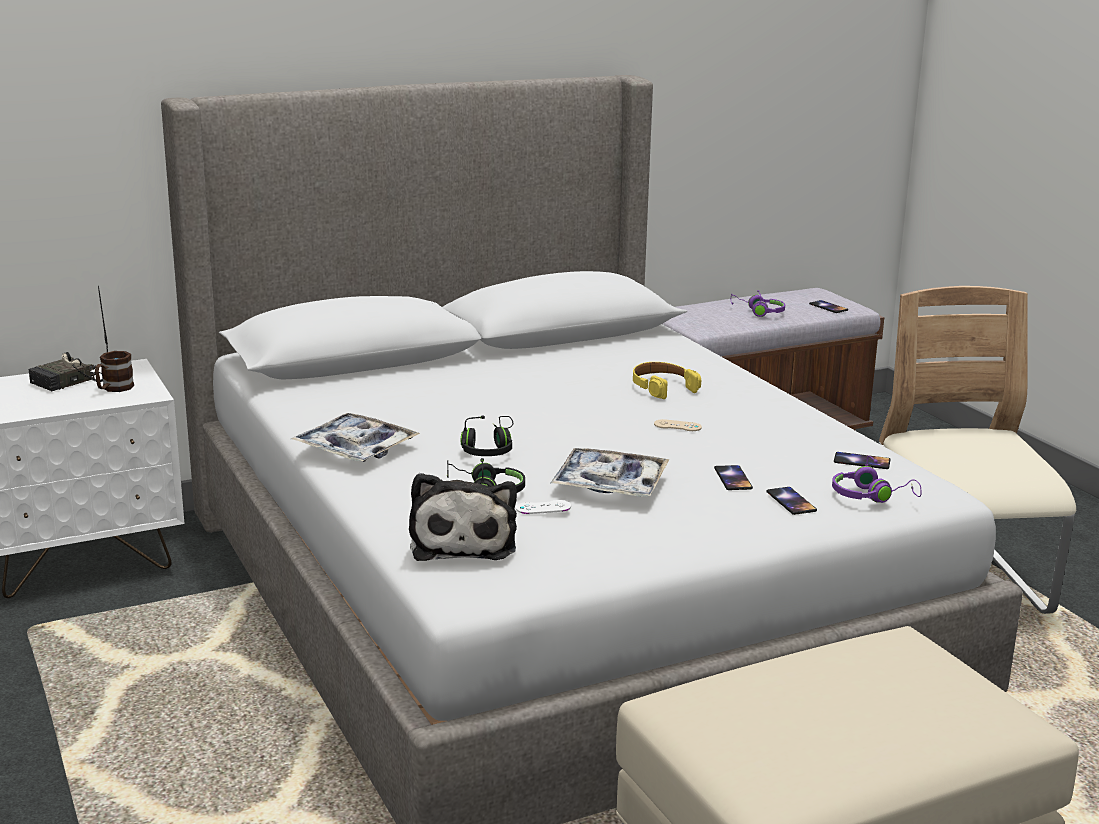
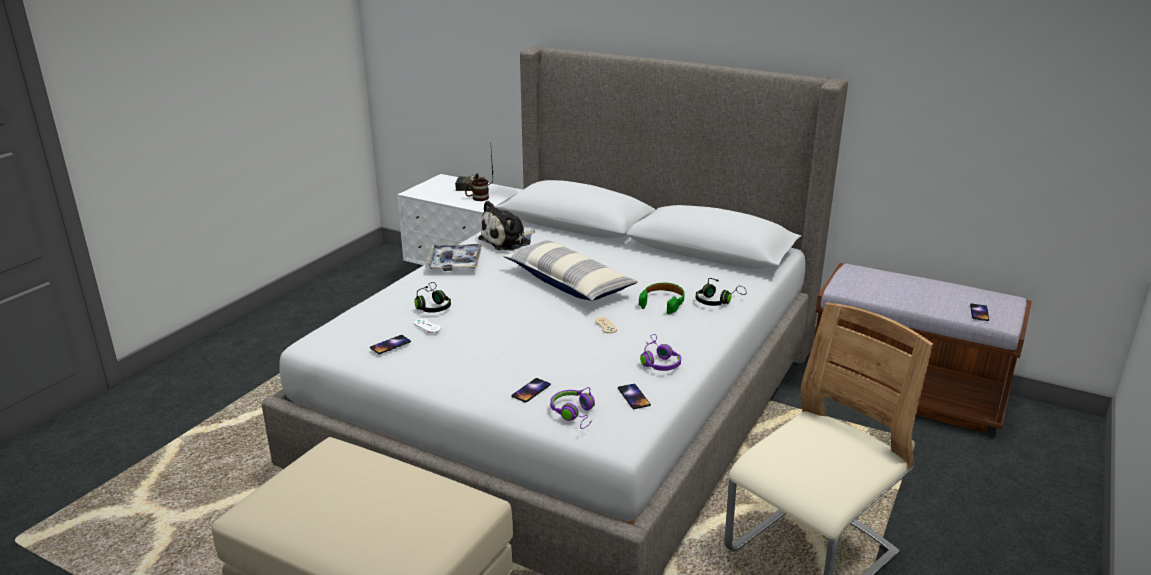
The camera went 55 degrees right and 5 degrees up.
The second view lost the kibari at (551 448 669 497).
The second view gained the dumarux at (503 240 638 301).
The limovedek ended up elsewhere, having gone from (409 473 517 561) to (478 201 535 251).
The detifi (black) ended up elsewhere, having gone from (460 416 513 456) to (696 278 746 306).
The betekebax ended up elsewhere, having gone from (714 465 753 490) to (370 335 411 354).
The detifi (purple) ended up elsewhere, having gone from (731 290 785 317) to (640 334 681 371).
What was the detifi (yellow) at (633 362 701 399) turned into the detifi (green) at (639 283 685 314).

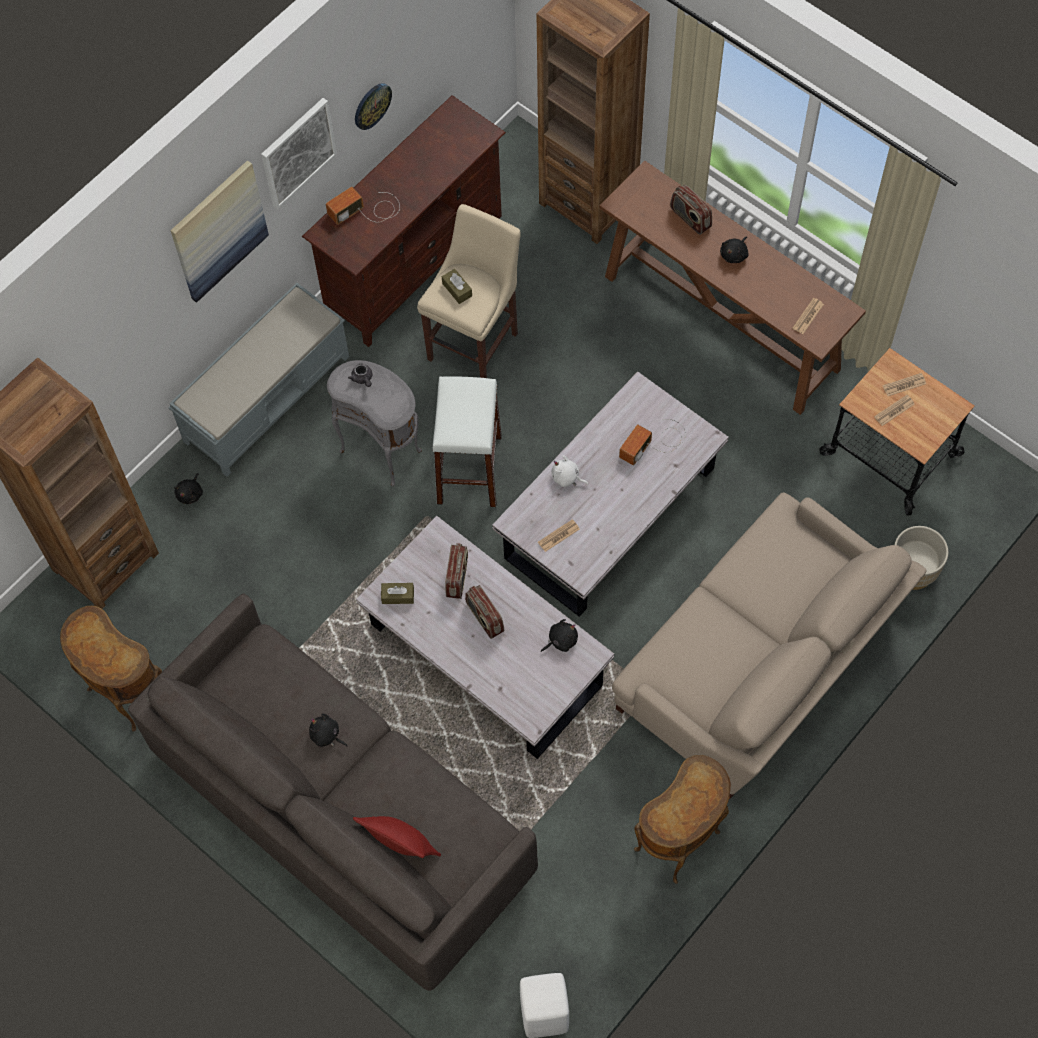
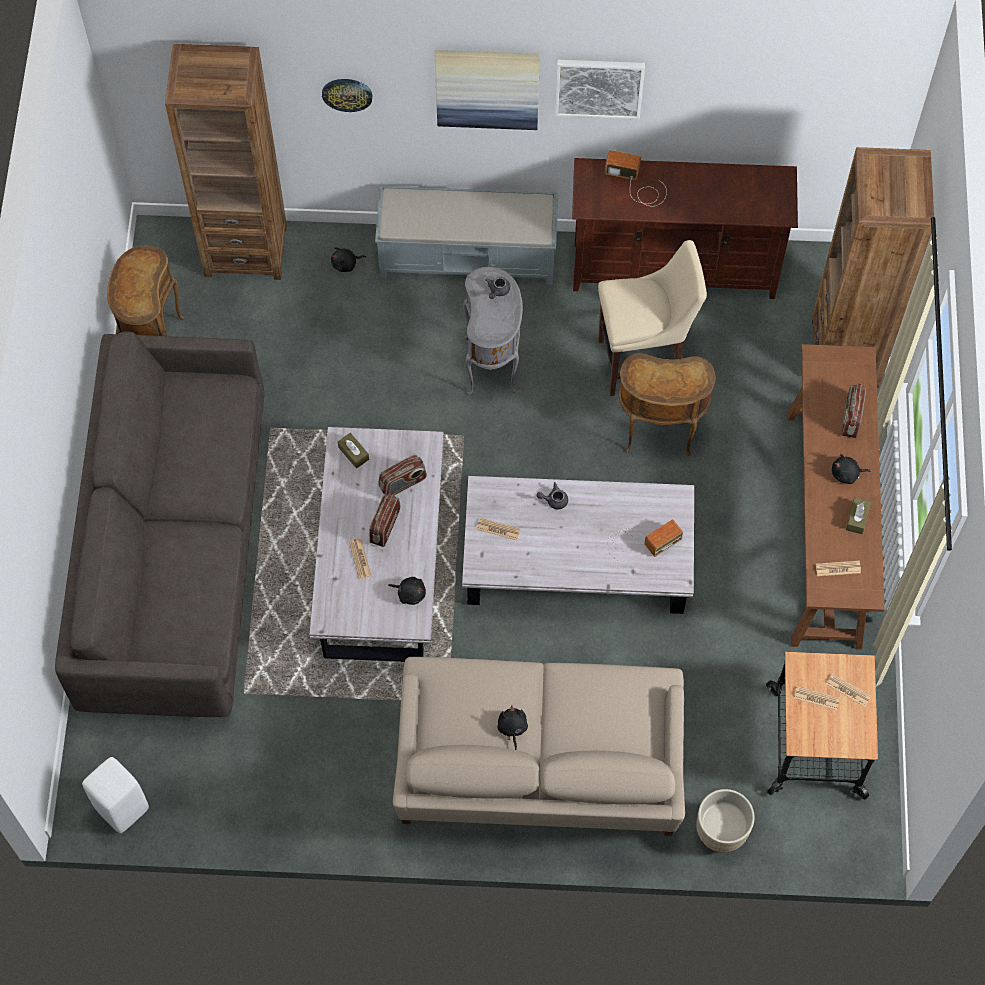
The camera went 50 degrees right and 0 degrees up.
The second view lost the dumarux (red) at (353 816 441 858).
The second view lost the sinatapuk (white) at (432 376 502 507).
The second view gained the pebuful at (349 539 371 579).
The limovedek (black) ended up elsewhere, having gone from (309 714 347 747) to (497 705 528 750).
The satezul ended up elsewhere, having gone from (355 83 392 130) to (322 79 372 112).
The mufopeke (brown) ended up elsewhere, having gone from (442 269 472 304) to (846 497 871 534).
The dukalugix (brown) ended up elsewhere, having gone from (634 755 731 884) to (618 353 716 456).
Where the limovedek (white) stood at (552 455 589 487), the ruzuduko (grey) came to stand at (536 482 568 510).
The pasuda at (619 419 686 466) ended up facing another way, 150 degrees clockwise from before.

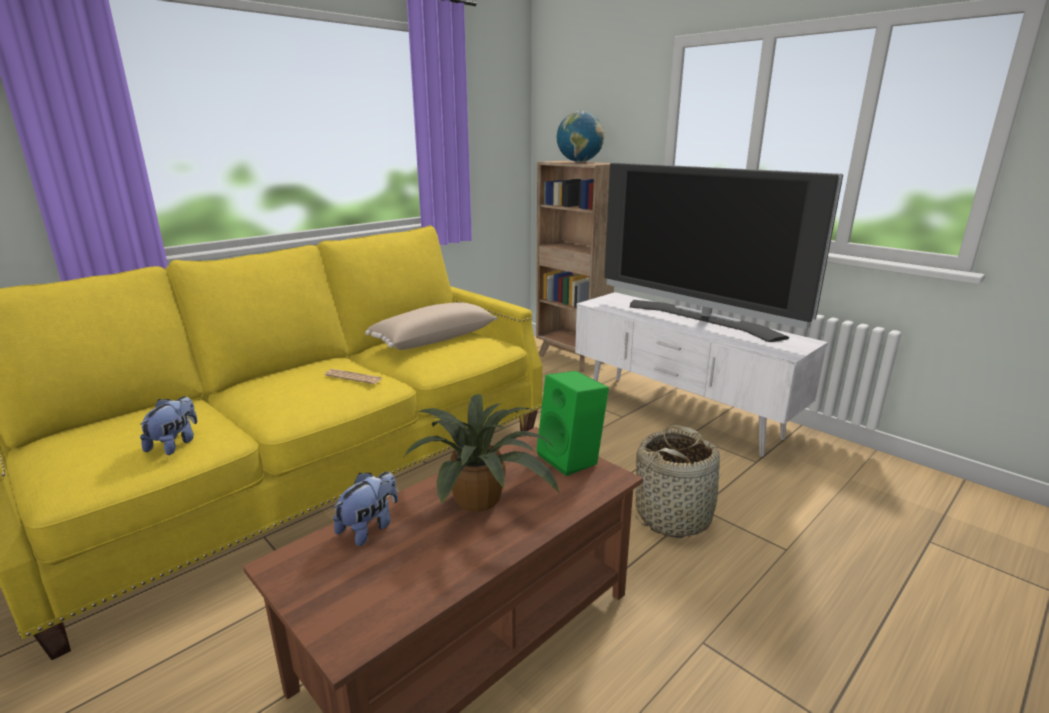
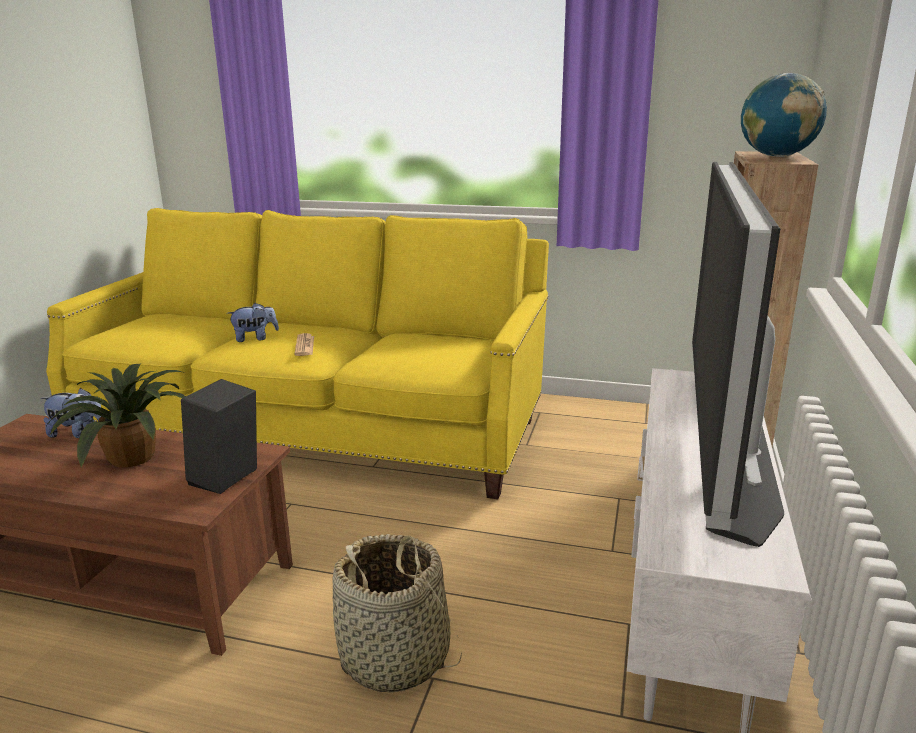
The camera went 60 degrees right and 0 degrees up.
The second view lost the dumarux (beige) at (365 302 497 350).
The limovedek ended up elsewhere, having gone from (140 396 198 455) to (227 303 279 342).
What was the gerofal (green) at (537 371 609 476) turned into the gerofal (black) at (181 379 257 494).

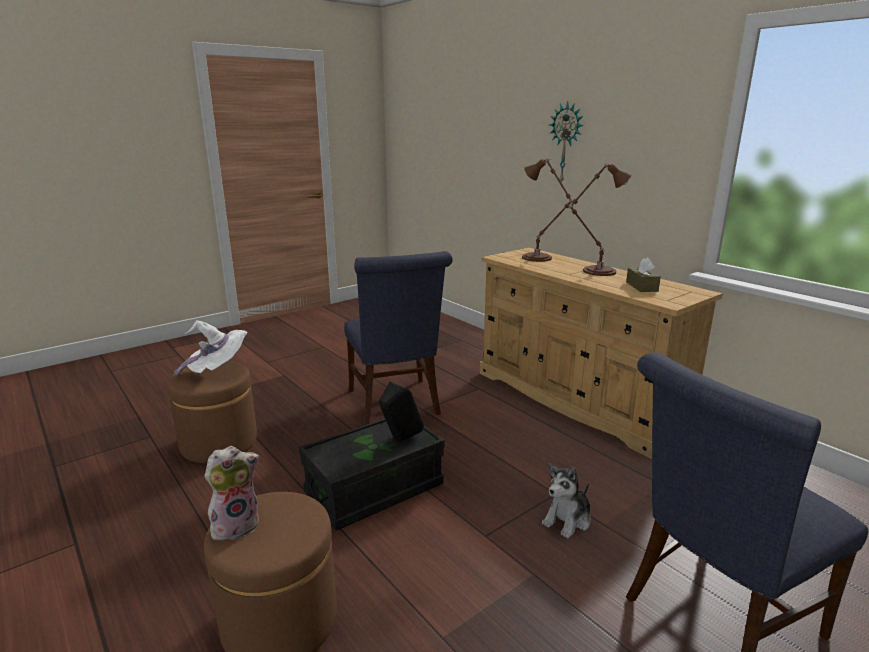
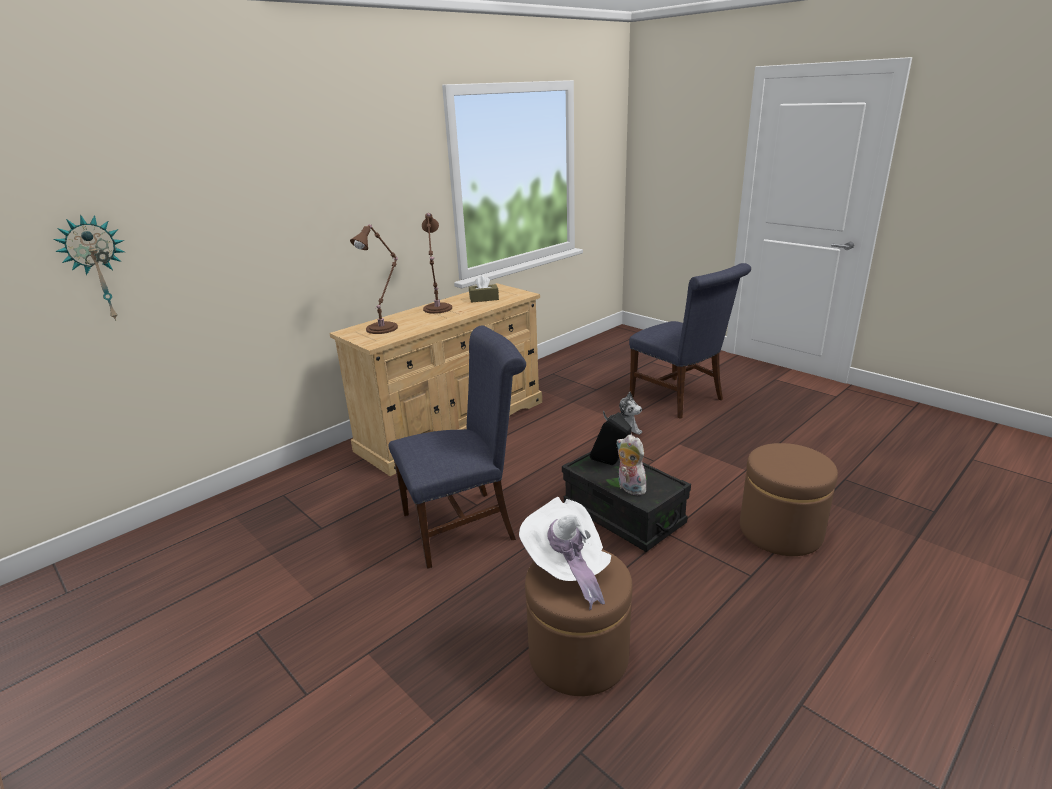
The camera went 95 degrees left and 5 degrees up.
The limovedek ended up elsewhere, having gone from (204 446 260 541) to (617 435 646 495).
The satezul ended up elsewhere, having gone from (549 102 584 183) to (53 214 124 321).

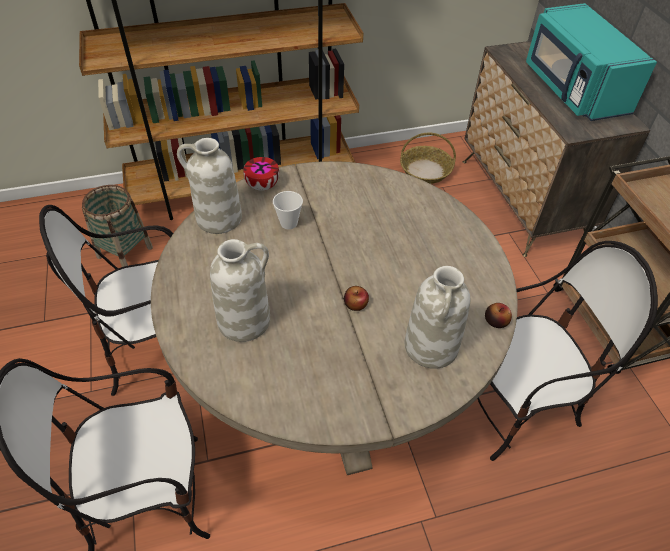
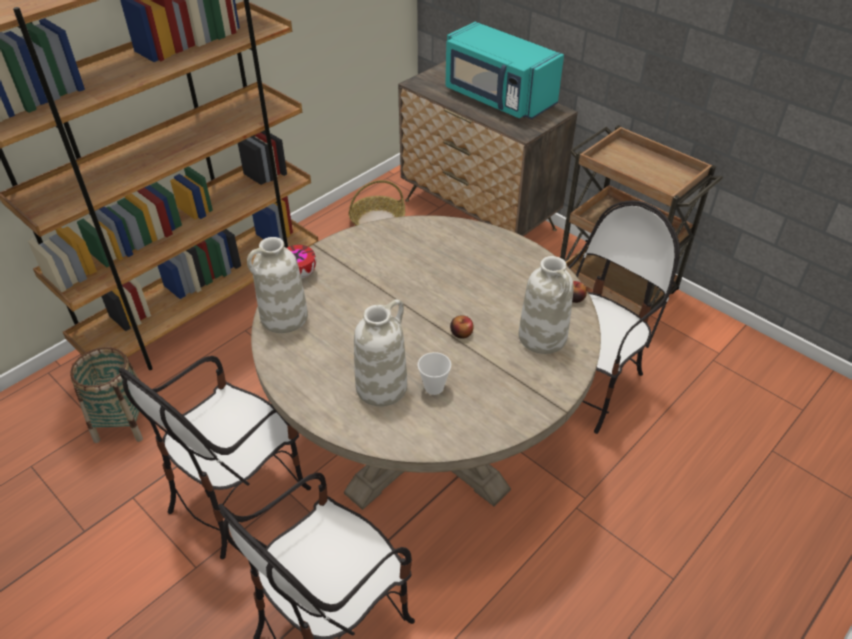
The camera went 30 degrees left and 5 degrees down.
The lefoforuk ended up elsewhere, having gone from (273 191 303 229) to (418 352 451 395).

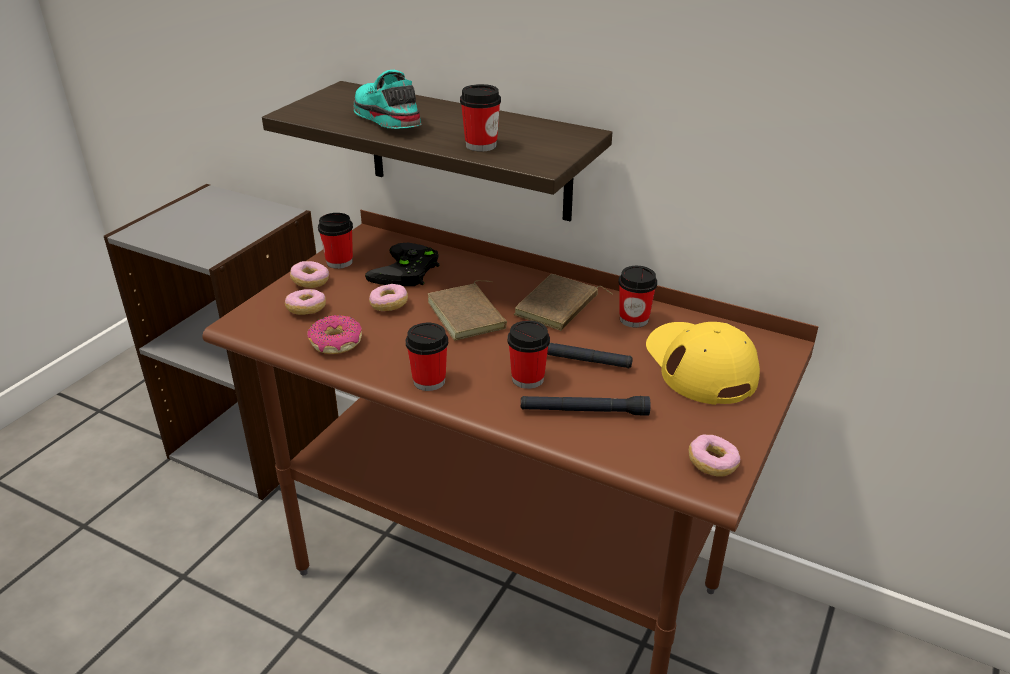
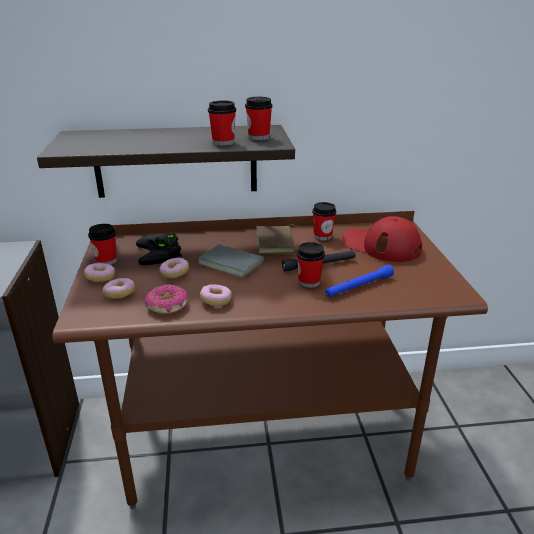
The camera went 35 degrees left and 5 degrees down.
The second view lost the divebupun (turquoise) at (353 70 422 129).
The lefoforuk ended up elsewhere, having gone from (405 323 448 391) to (245 97 272 140).
The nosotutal ended up elsewhere, having gone from (689 434 740 477) to (200 284 232 306).
What was the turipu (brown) at (428 280 507 341) turned into the turipu (grey) at (198 240 264 278).
What was the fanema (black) at (521 396 650 416) turned into the fanema (blue) at (325 265 394 297).
What was the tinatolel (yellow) at (646 322 760 405) turned into the tinatolel (red) at (343 216 422 262).

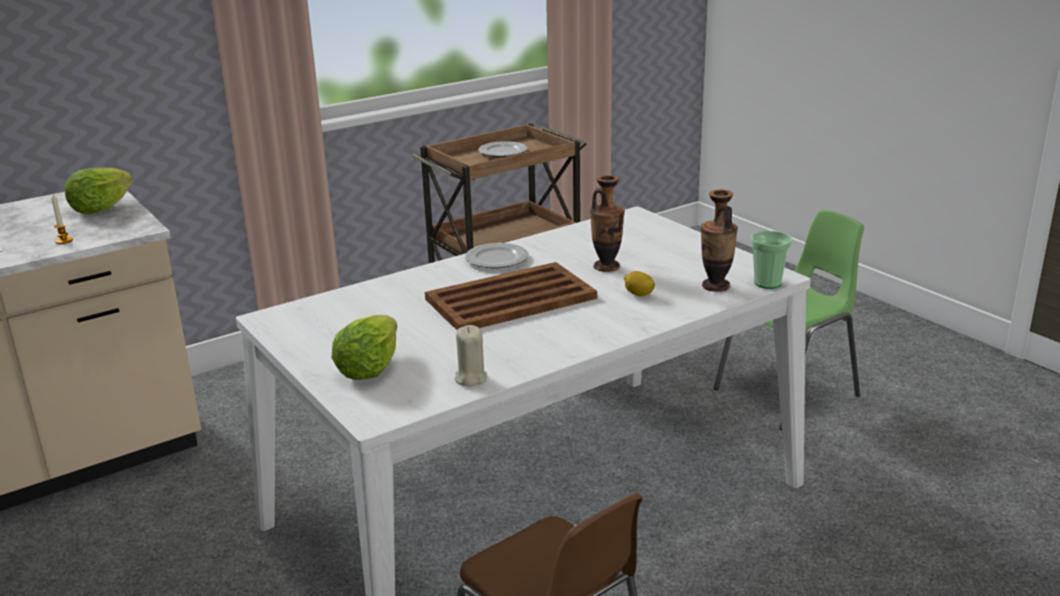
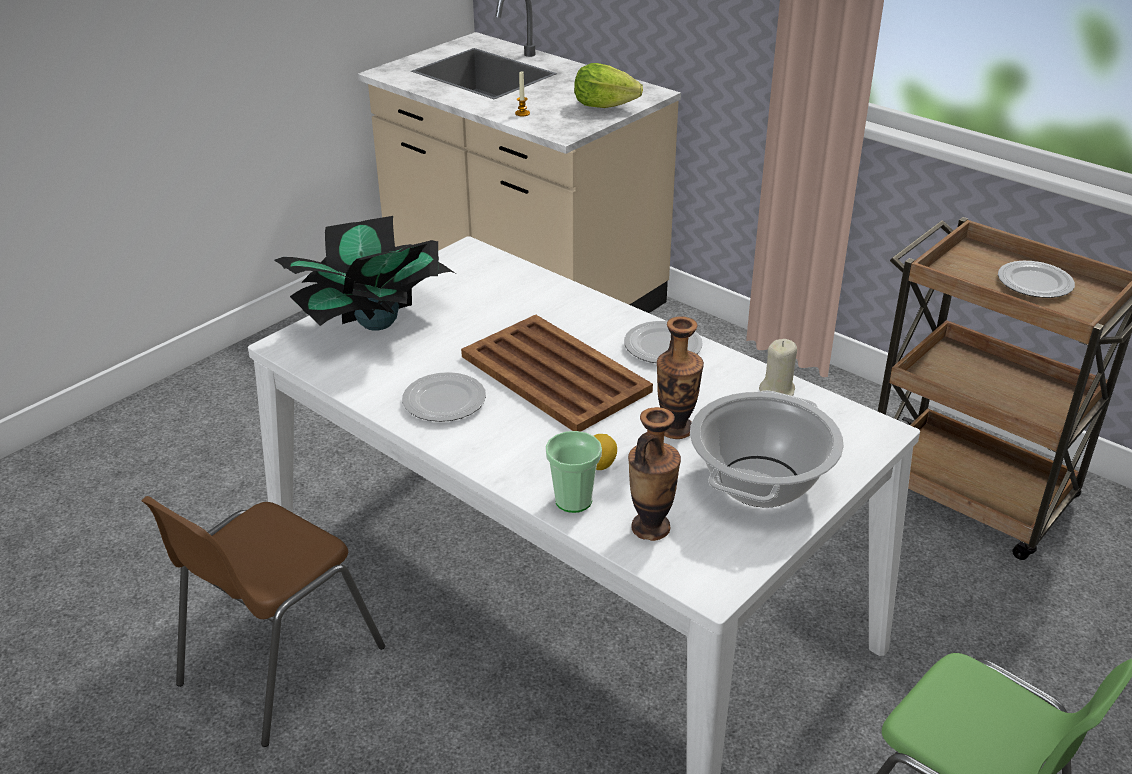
The camera went 75 degrees right and 10 degrees up.
The second view gained the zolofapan at (402 372 486 422).
The second view gained the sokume at (690 390 844 508).
The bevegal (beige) ended up elsewhere, having gone from (455 325 487 387) to (759 339 797 396).
The lefoforuk ended up elsewhere, having gone from (751 231 792 289) to (546 431 602 513).
Where the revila stood at (331 315 397 380), the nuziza came to stand at (274 216 455 331).

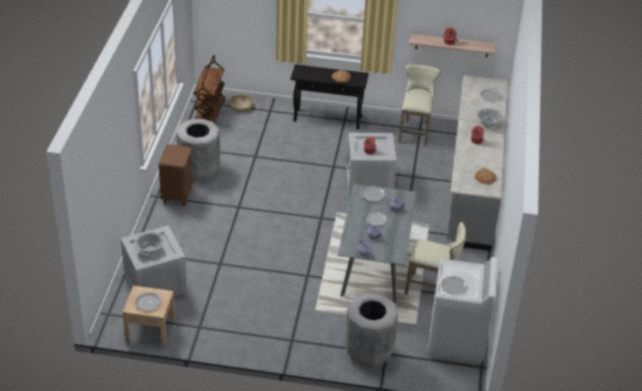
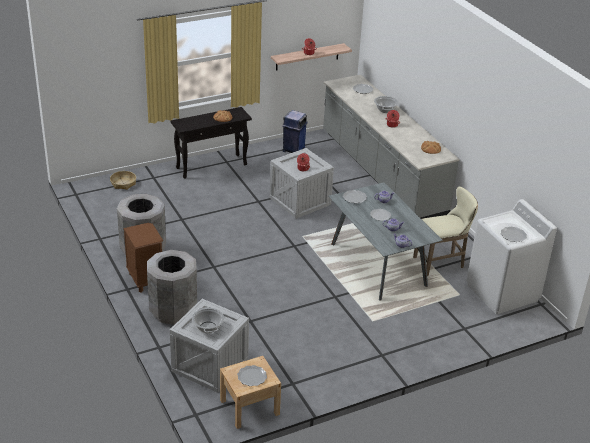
The camera went 35 degrees left and 5 degrees down.
The second view lost the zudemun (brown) at (193 55 225 123).
The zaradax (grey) ended up elsewhere, having gone from (345 293 398 367) to (147 250 197 325).
Where the sinatapuk (beige) stood at (399 64 441 146), the zaradax (blue) came to stand at (282 110 308 153).

